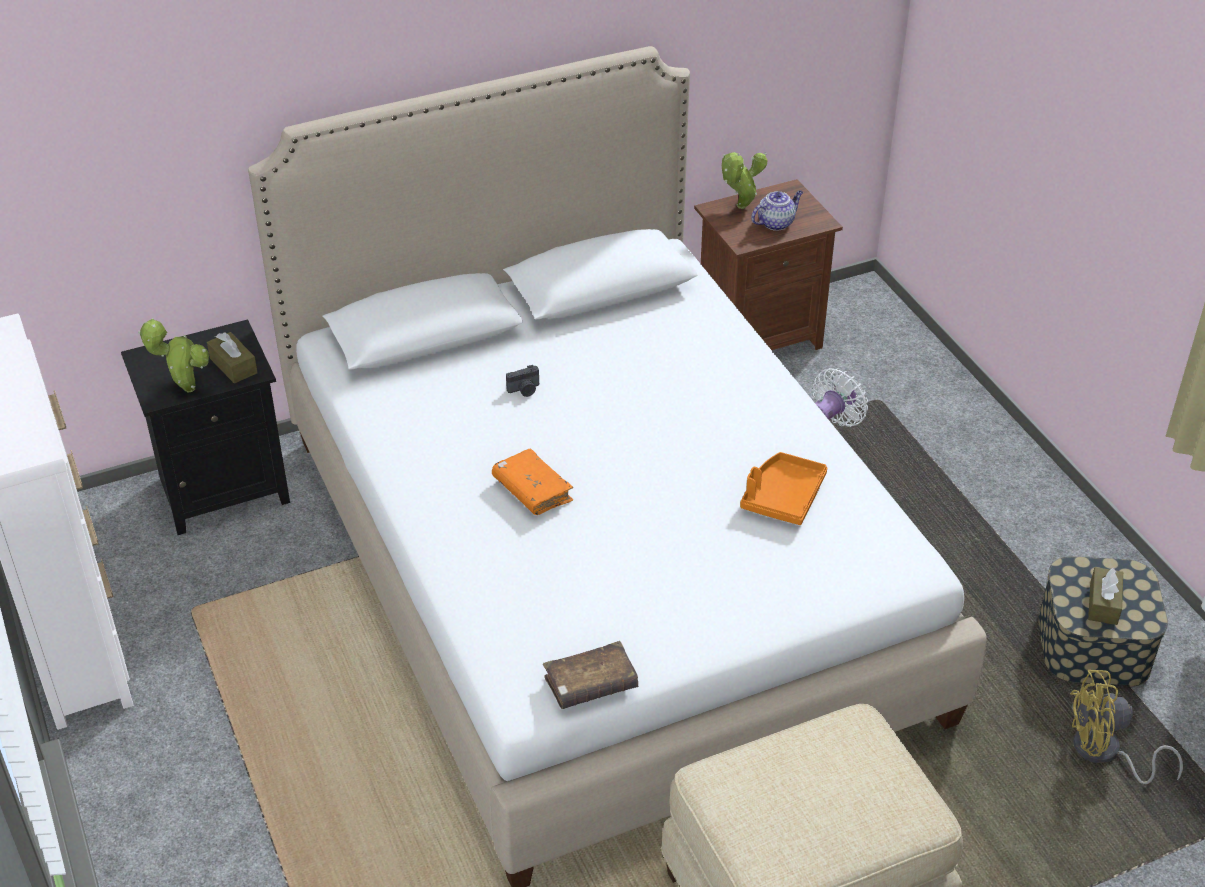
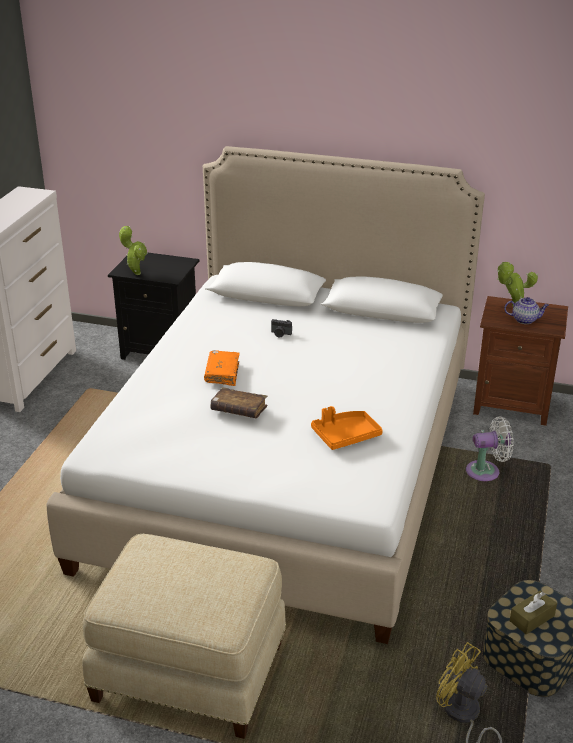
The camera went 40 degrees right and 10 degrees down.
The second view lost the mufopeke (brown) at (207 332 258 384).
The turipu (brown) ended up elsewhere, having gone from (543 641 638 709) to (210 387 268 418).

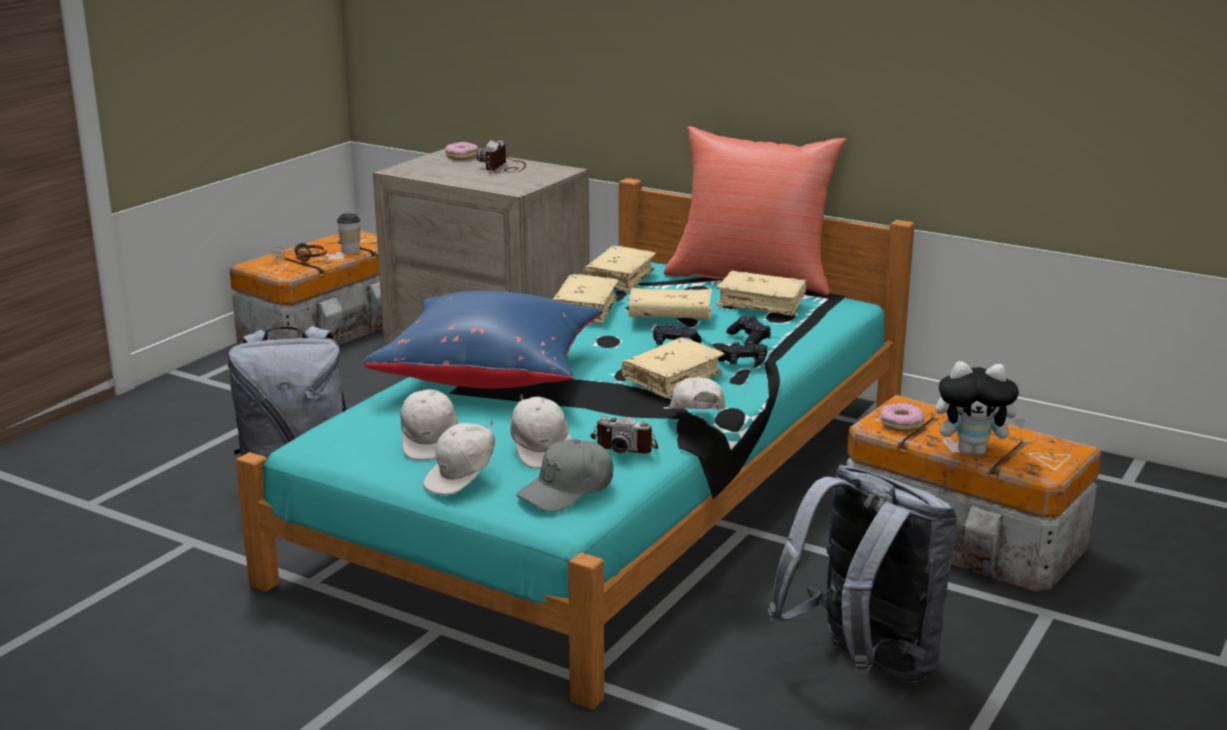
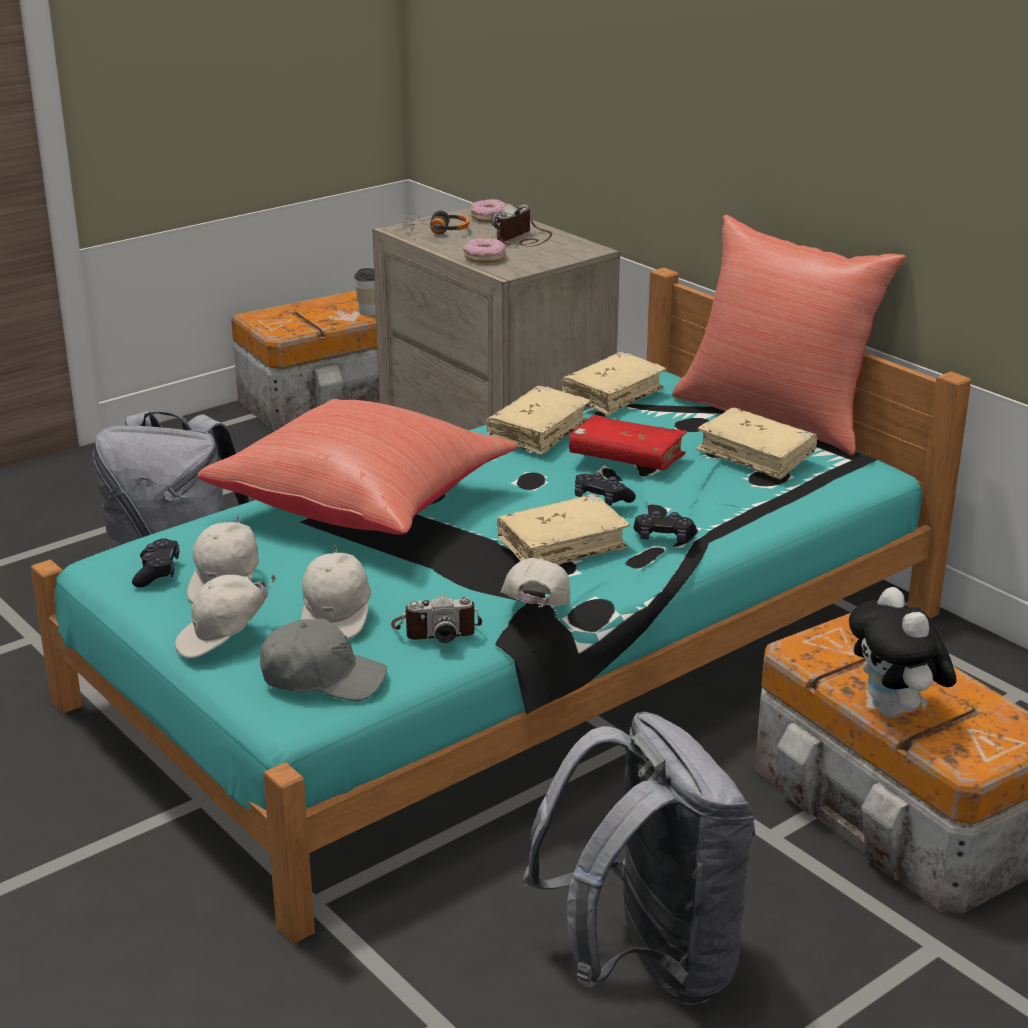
The camera went 20 degrees right and 5 degrees up.
The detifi ended up elsewhere, having gone from (270 243 327 261) to (401 210 469 234).
The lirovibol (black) ended up elsewhere, having gone from (726 316 771 344) to (132 538 180 587).
The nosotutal ended up elsewhere, having gone from (880 403 925 431) to (463 238 506 263).
What was the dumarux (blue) at (363 291 603 389) turned into the dumarux (red) at (198 399 518 534).
What was the turipu (beige) at (628 288 712 319) turned into the turipu (red) at (569 415 687 470).
The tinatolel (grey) at (516 439 613 512) ended up facing another way, 150 degrees counterclockwise from before.
The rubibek at (590 416 658 454) ended up facing another way, 45 degrees counterclockwise from before.
The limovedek at (935 361 1026 456) ended up facing another way, 45 degrees clockwise from before.

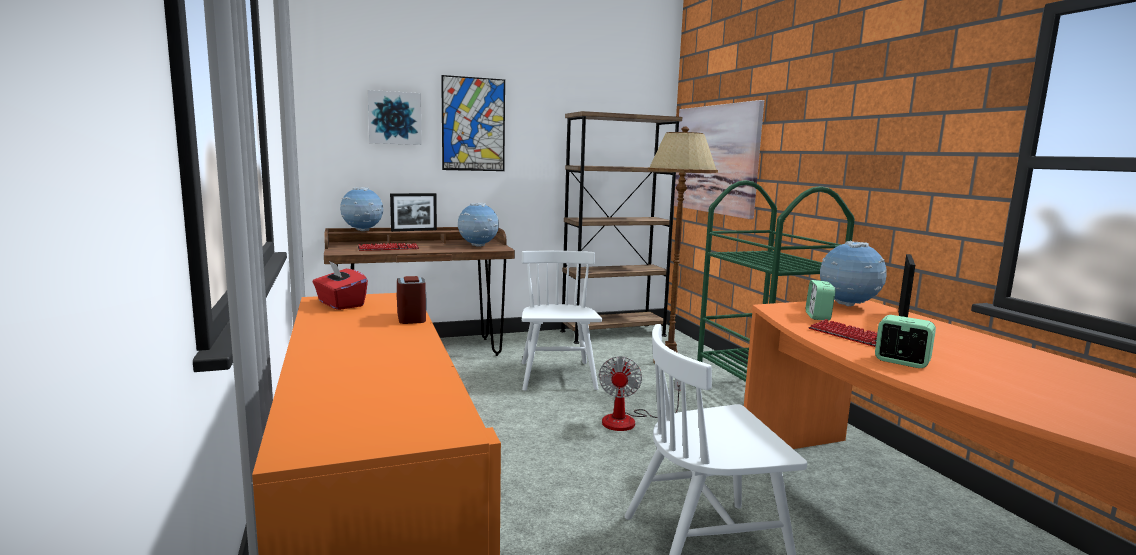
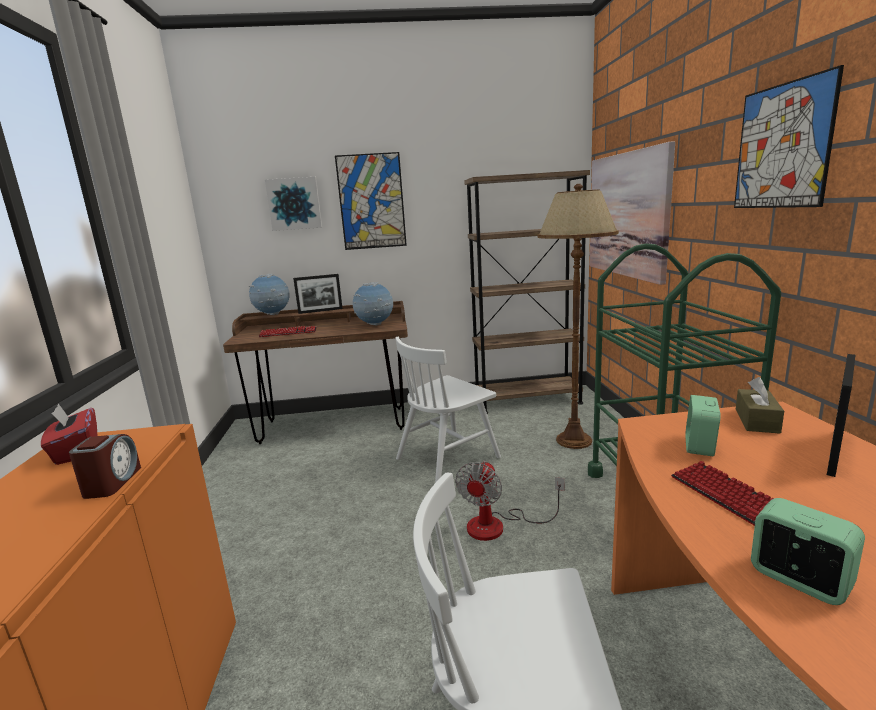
The camera went 15 degrees right and 5 degrees up.
The second view gained the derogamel at (734 65 844 208).
Where the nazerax stood at (820 241 887 306), the mufopeke (brown) came to stand at (736 377 784 434).
The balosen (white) at (522 251 602 391) ended up facing another way, 135 degrees counterclockwise from before.

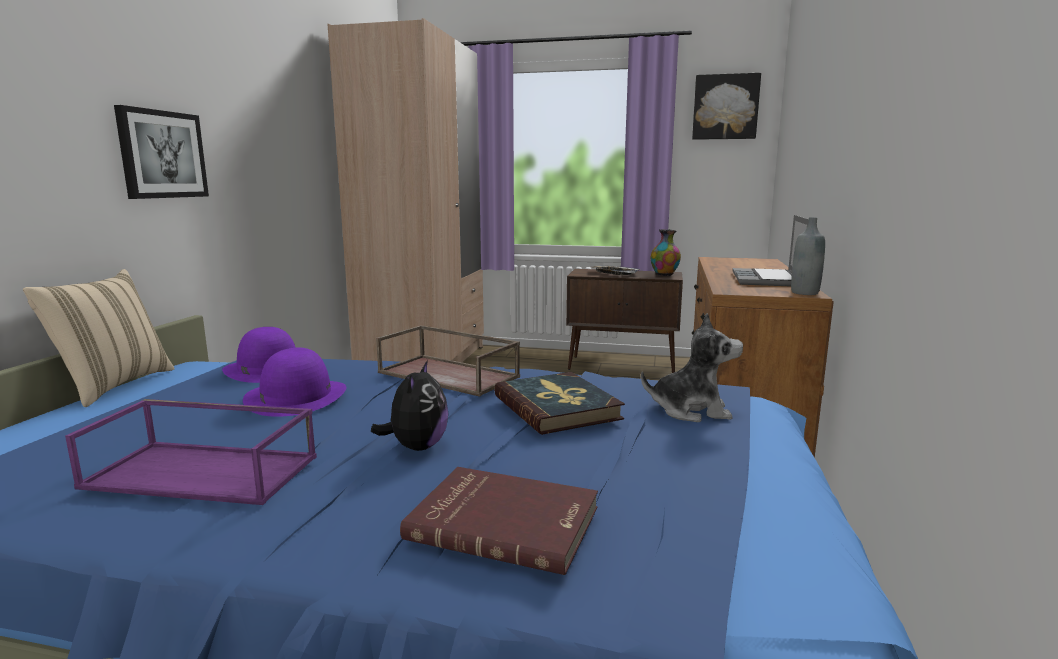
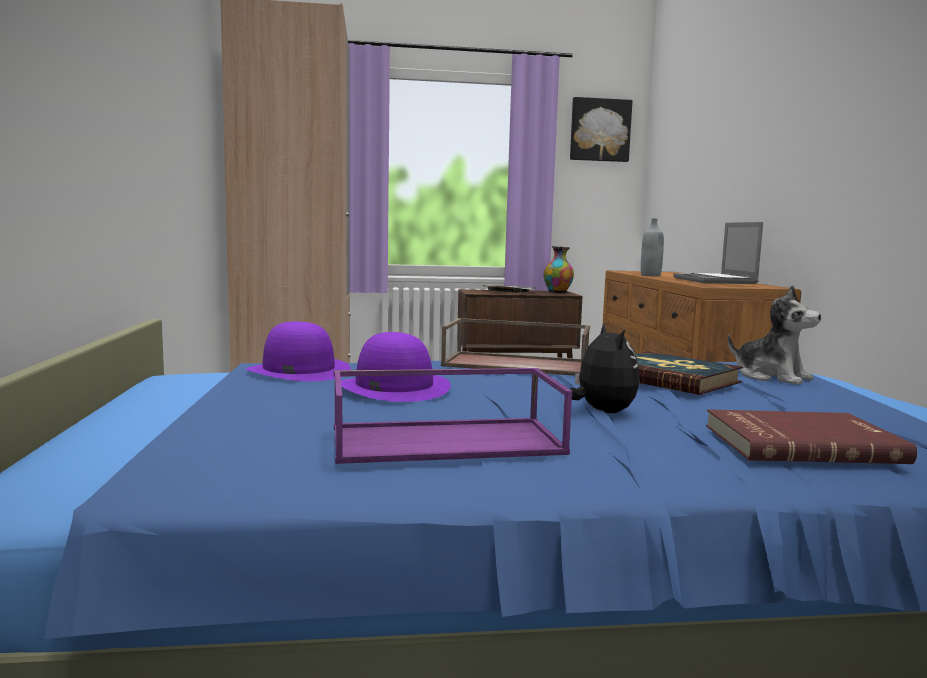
The camera went 20 degrees left and 5 degrees down.
The second view lost the dumarux (beige) at (23 269 175 407).
The second view lost the derogamel at (114 105 209 199).
The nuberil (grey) ended up elsewhere, having gone from (791 217 825 295) to (641 218 664 277).
The limovedek at (641 313 743 422) ended up facing another way, 60 degrees clockwise from before.

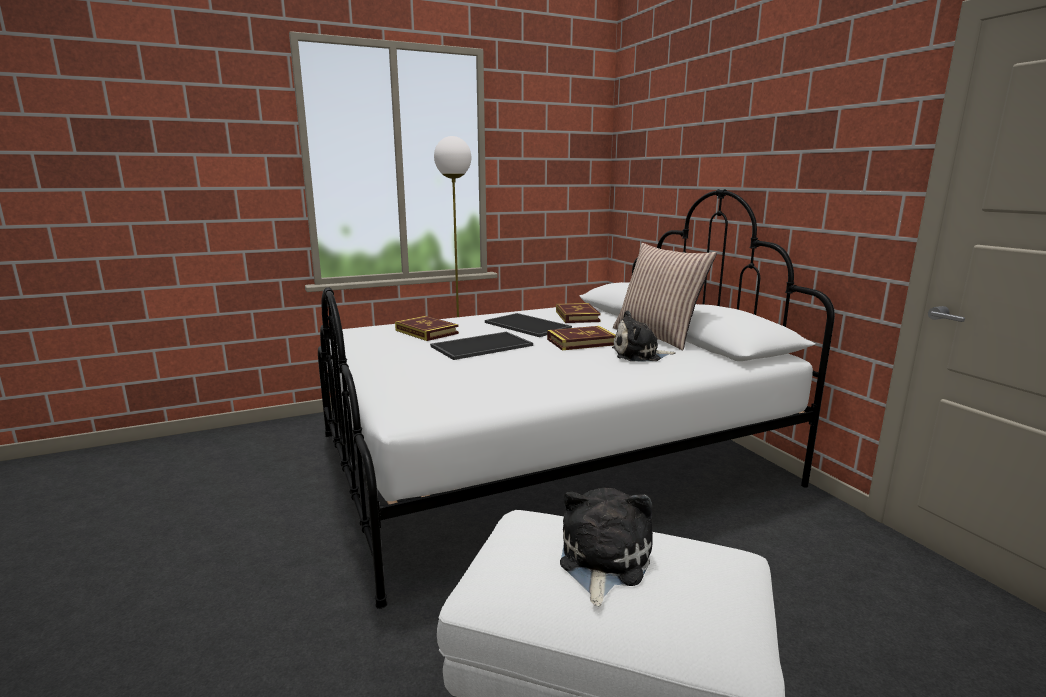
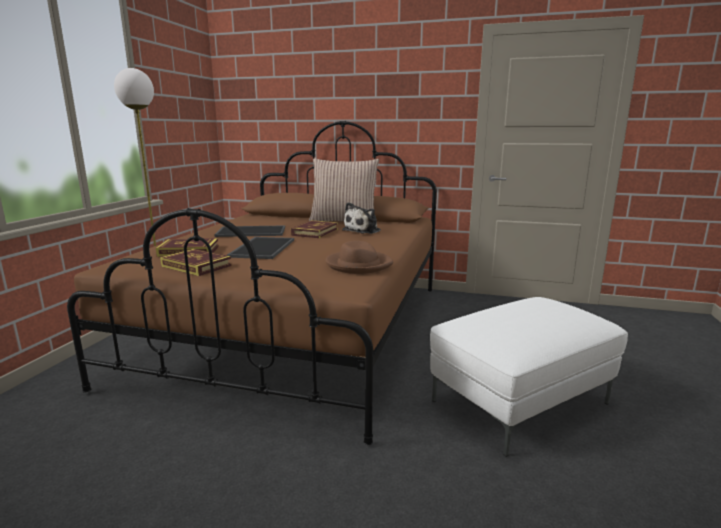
The camera went 50 degrees left and 0 degrees up.
The second view lost the limovedek at (560 488 653 607).
The second view gained the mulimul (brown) at (326 240 393 274).
The turipu ended up elsewhere, having gone from (556 303 601 323) to (160 249 232 276).
What was the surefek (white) at (318 189 835 609) turned into the surefek (brown) at (67 121 437 445).

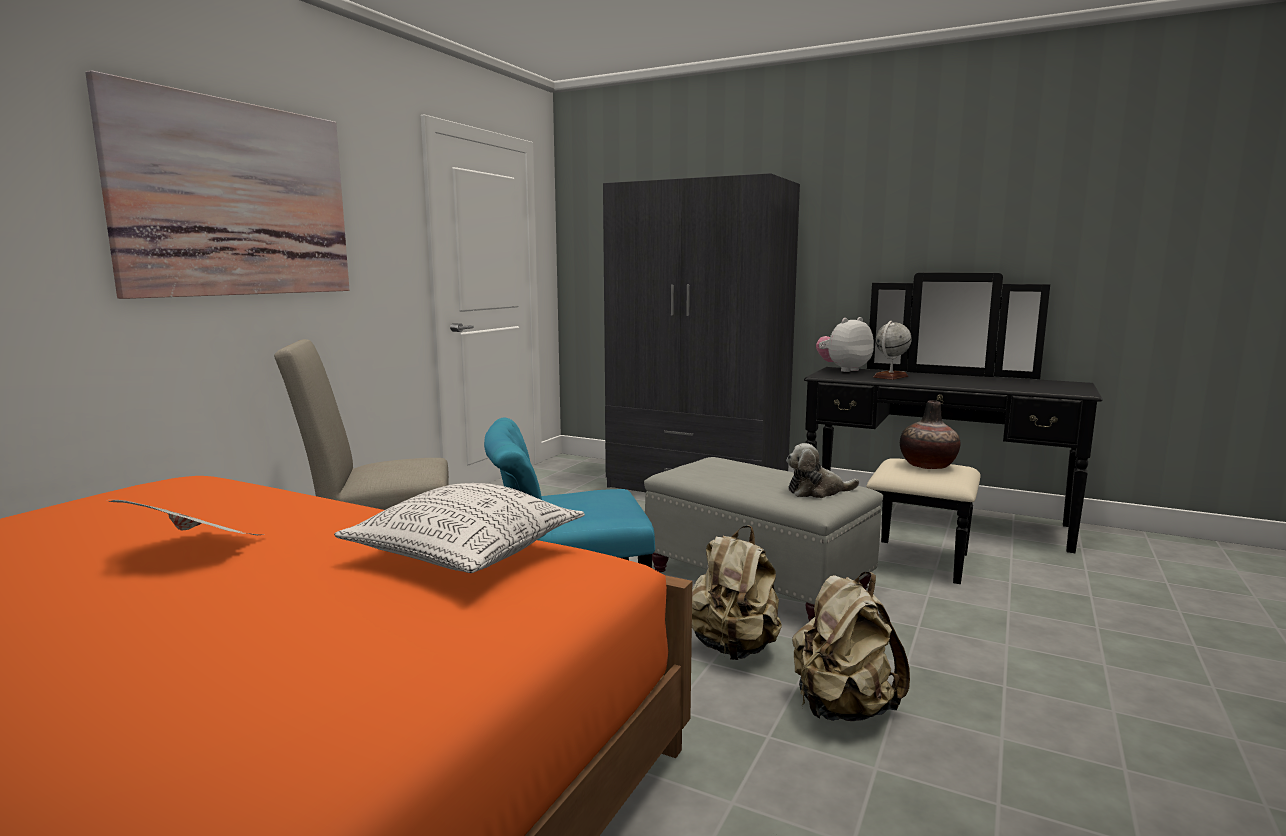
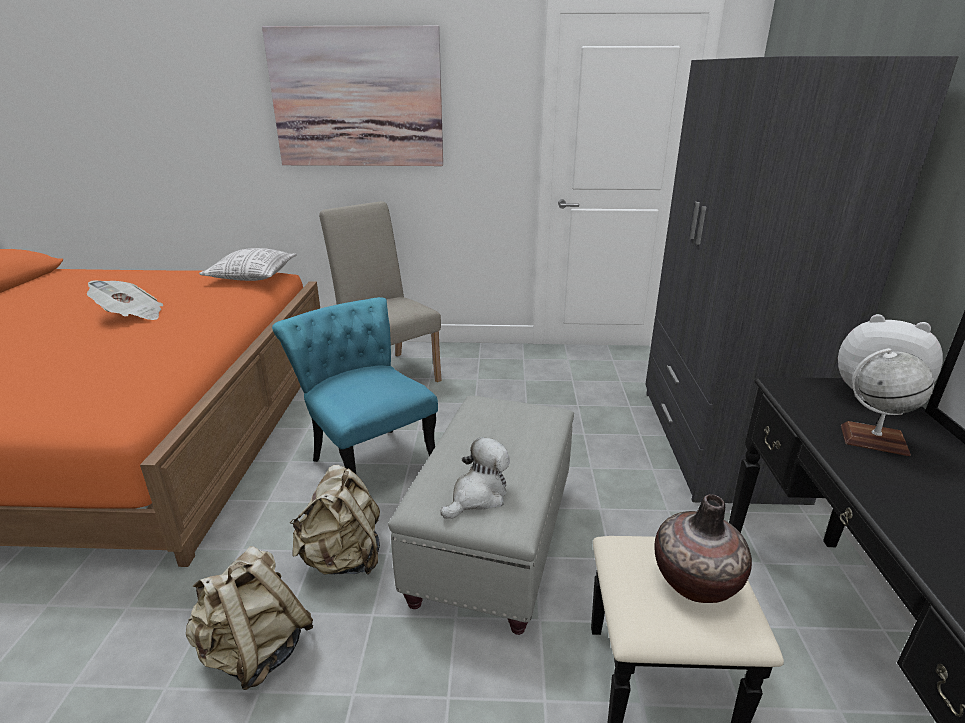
The camera went 65 degrees right and 15 degrees up.
The dumarux ended up elsewhere, having gone from (334 483 585 573) to (199 248 297 281).
The limovedek at (786 443 859 498) ended up facing another way, 75 degrees clockwise from before.

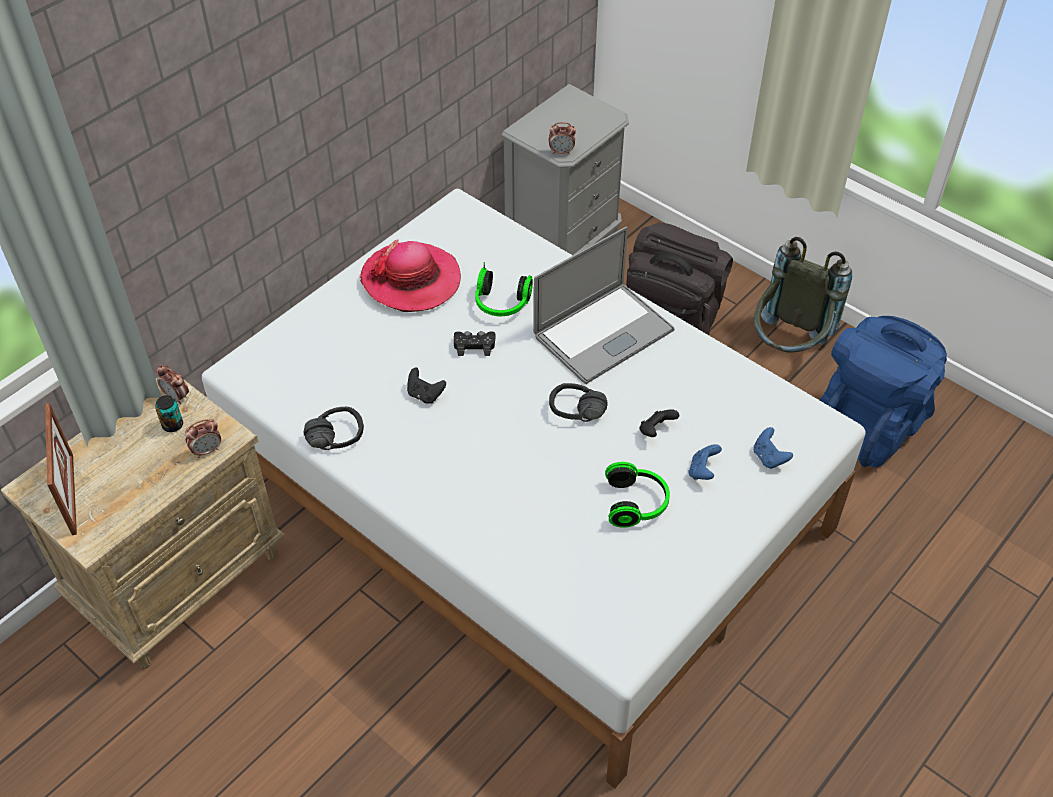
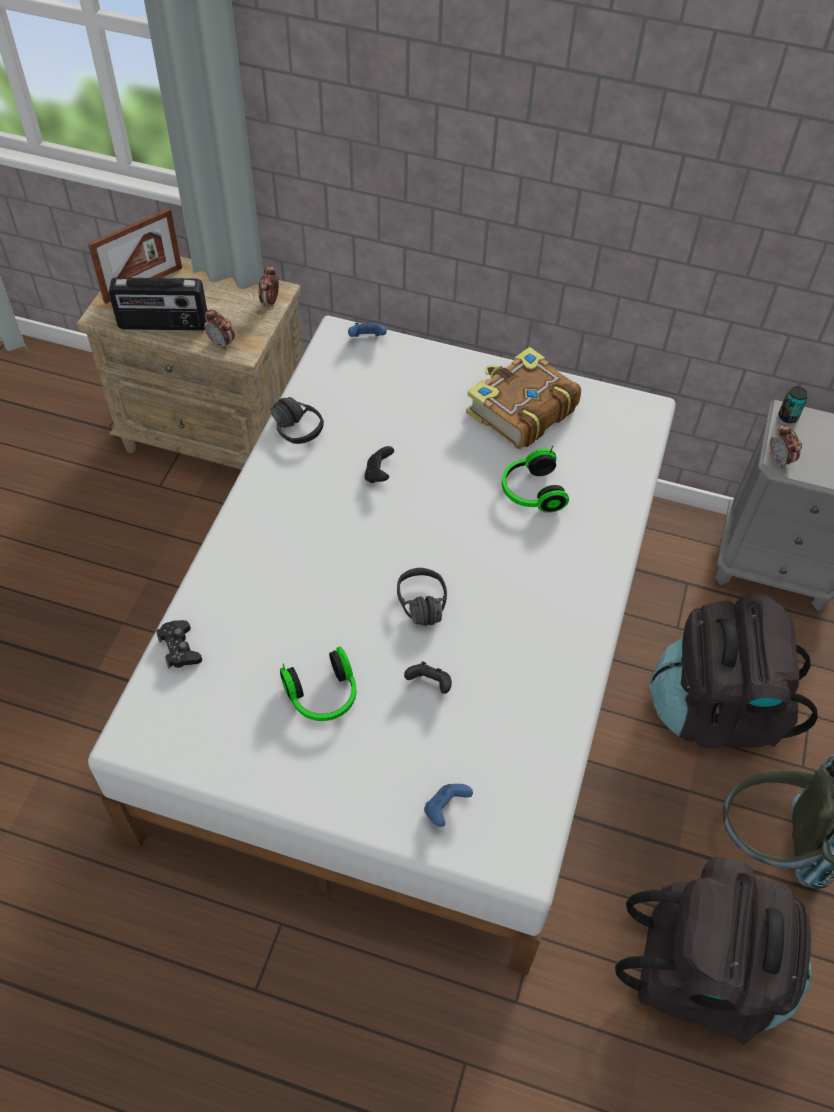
The camera went 65 degrees right and 5 degrees up.
The second view lost the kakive at (533 226 675 384).
The second view gained the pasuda at (109 277 207 330).
The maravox ended up elsewhere, having gone from (155 395 183 432) to (778 386 808 423).
The lirovibol (black) ended up elsewhere, having gone from (454 331 495 356) to (156 620 202 669).
The lirovibol (blue) ended up elsewhere, having gone from (688 444 722 480) to (348 321 387 337).
Where the mulimul stood at (360 239 461 312), the turipu came to stand at (466 347 581 449).
What was the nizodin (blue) at (820 316 947 467) turned into the nizodin (black) at (615 857 812 1045).

